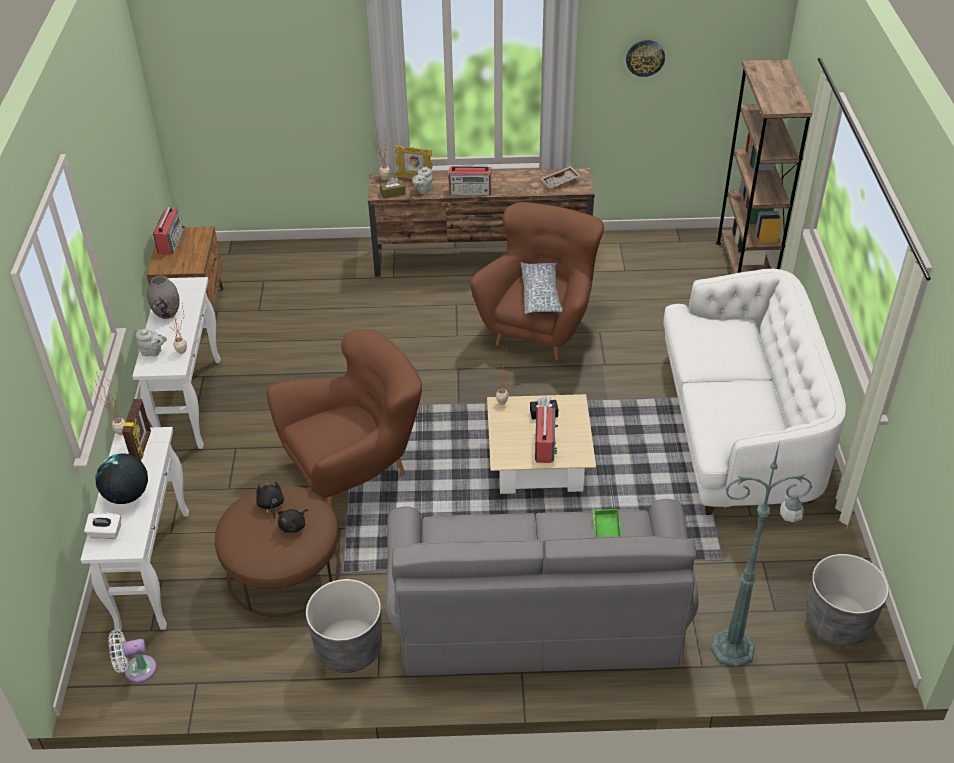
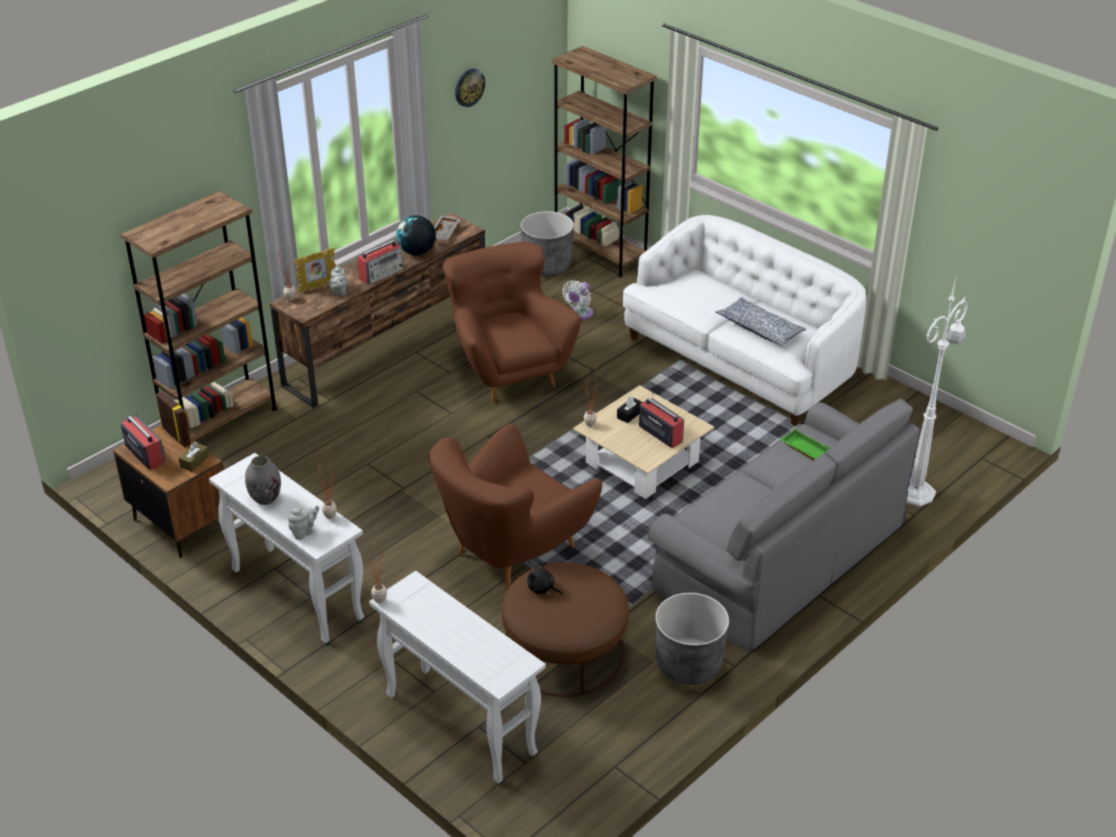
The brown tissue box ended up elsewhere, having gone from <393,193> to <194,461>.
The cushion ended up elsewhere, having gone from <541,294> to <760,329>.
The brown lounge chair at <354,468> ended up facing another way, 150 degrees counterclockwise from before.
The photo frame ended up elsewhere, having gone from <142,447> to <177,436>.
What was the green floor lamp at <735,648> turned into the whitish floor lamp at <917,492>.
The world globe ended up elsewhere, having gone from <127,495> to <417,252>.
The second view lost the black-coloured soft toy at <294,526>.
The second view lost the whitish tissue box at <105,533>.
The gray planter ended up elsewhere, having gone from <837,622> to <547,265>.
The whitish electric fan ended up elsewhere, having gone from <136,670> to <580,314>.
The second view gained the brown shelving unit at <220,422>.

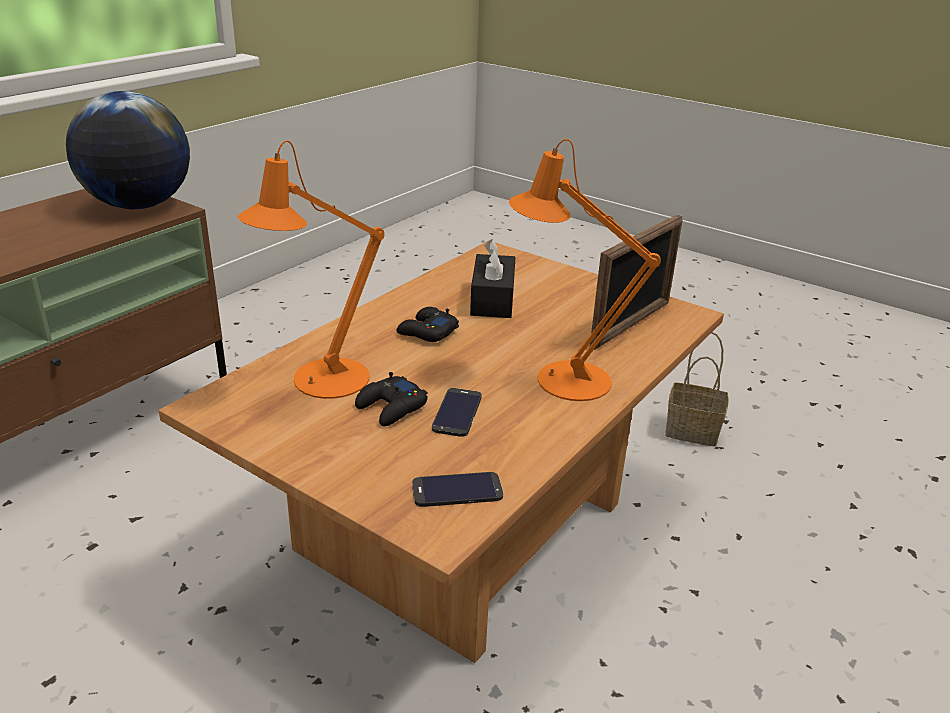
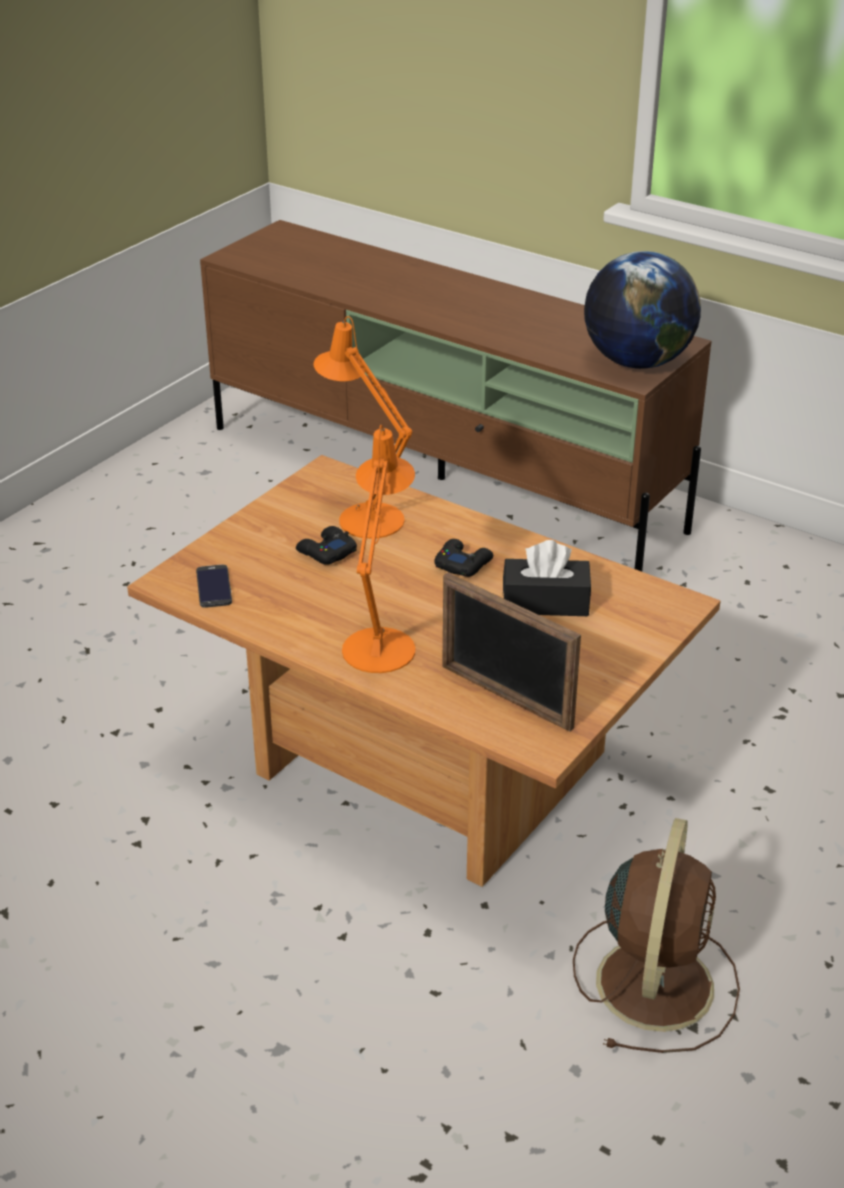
Where the basket stood at <690,431>, the brown electric fan came to stand at <655,980>.
The second view lost the handset at <457,412>.

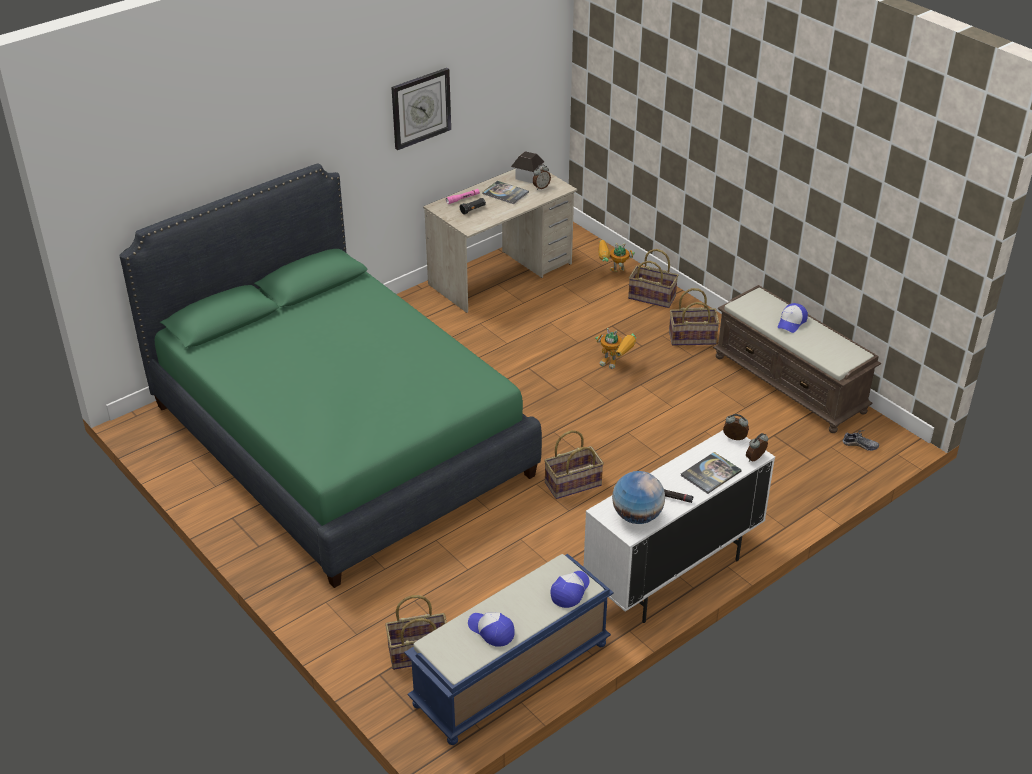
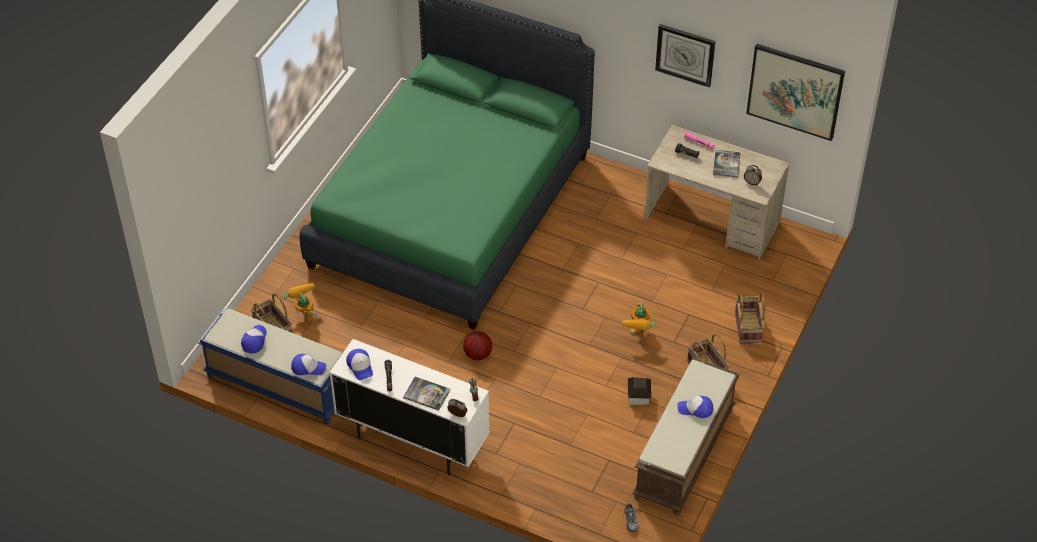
The miniature house ended up elsewhere, having gone from <527,176> to <638,397>.
The toy robot ended up elsewhere, having gone from <612,273> to <304,313>.
Where the basket stood at <573,484>, the ball for basketball came to stand at <477,354>.
Where the world globe stood at <637,516>, the cap came to stand at <360,366>.
The second view gained the picture at <795,91>.

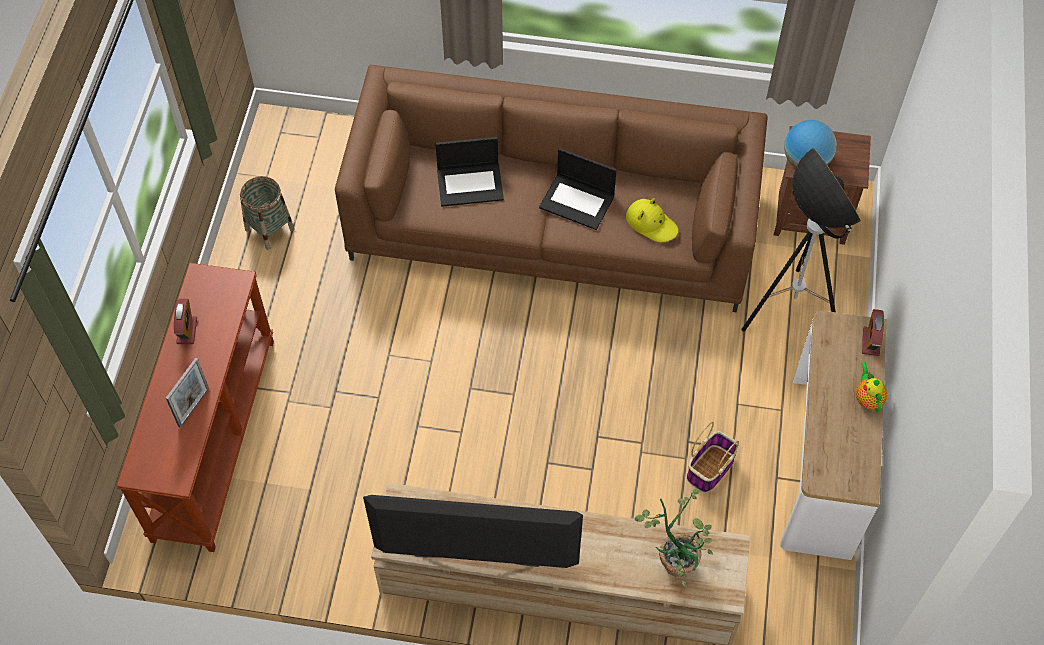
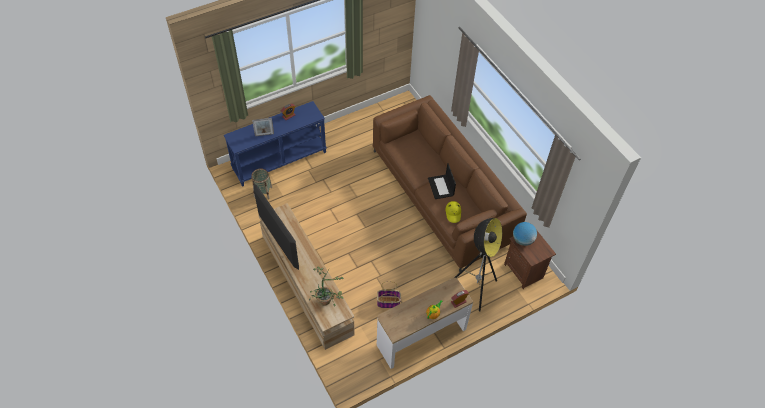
The second view lost the notebook computer at <470,184>.
The basket ended up elsewhere, having gone from <269,229> to <263,192>.
What was the brown hall table at <213,437> turned into the bluish hall table at <279,160>.

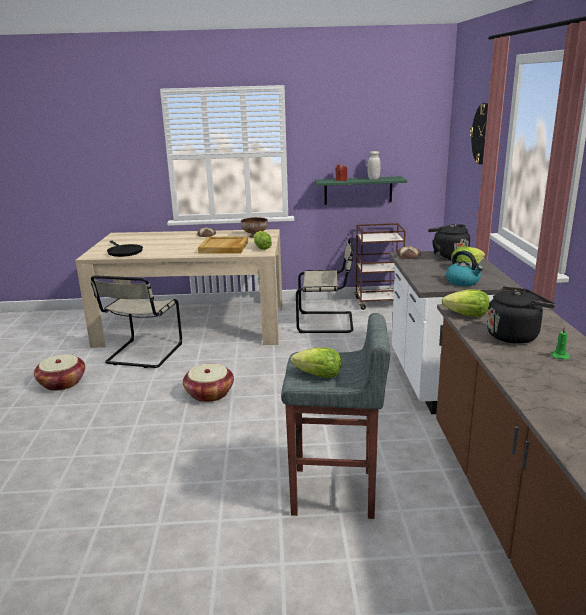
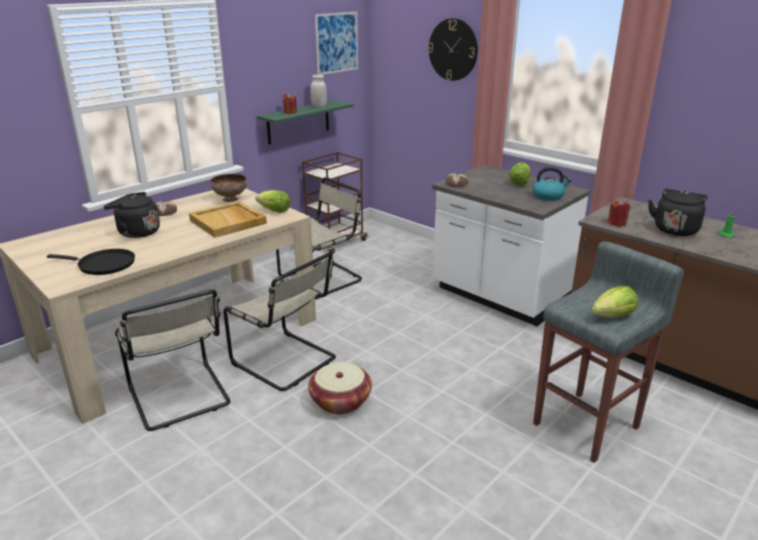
The black-coloured kettle ended up elsewhere, having gone from <448,257> to <136,232>.
Where the lettuce stood at <467,315>, the reddish wax candle came to stand at <617,223>.
The second view lost the basket at <62,383>.
The second view gained the picture at <337,43>.
The second view gained the beige upright chair at <287,362>.

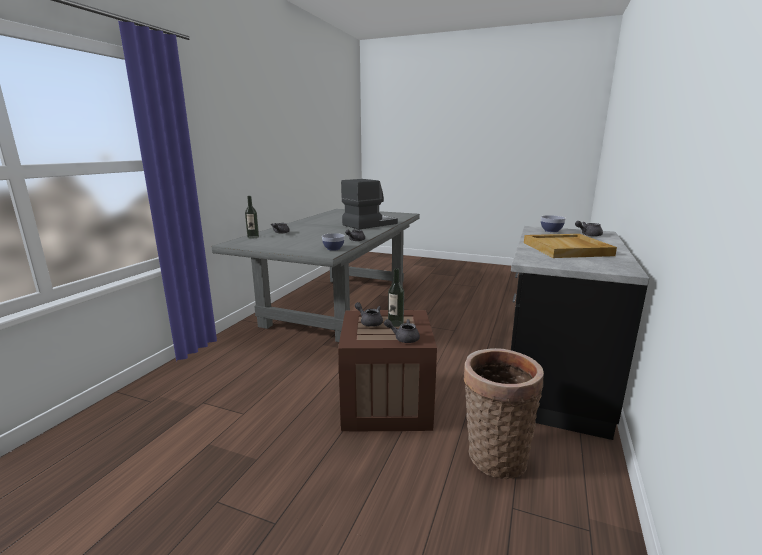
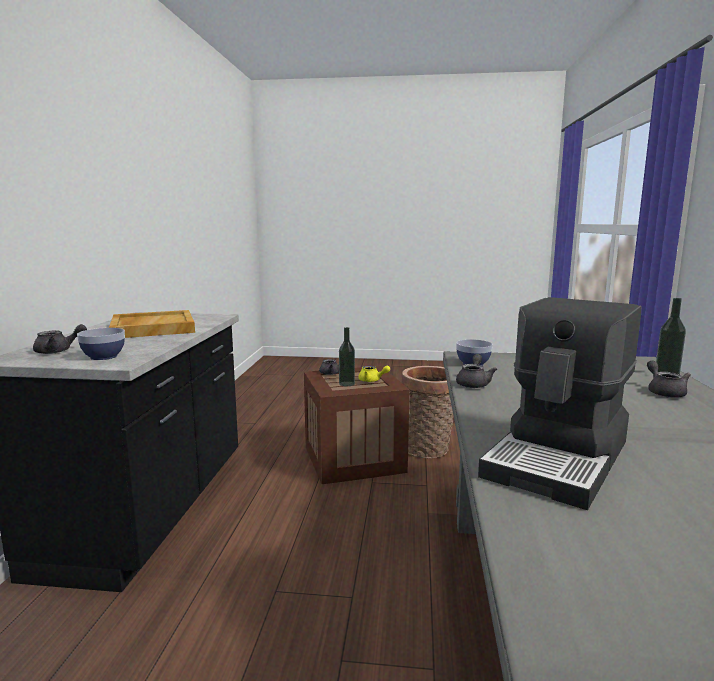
What was the gray pot for tea at <369,322> turned into the yellow-coloured pot for tea at <372,380>.
The basket ended up elsewhere, having gone from <493,455> to <428,450>.

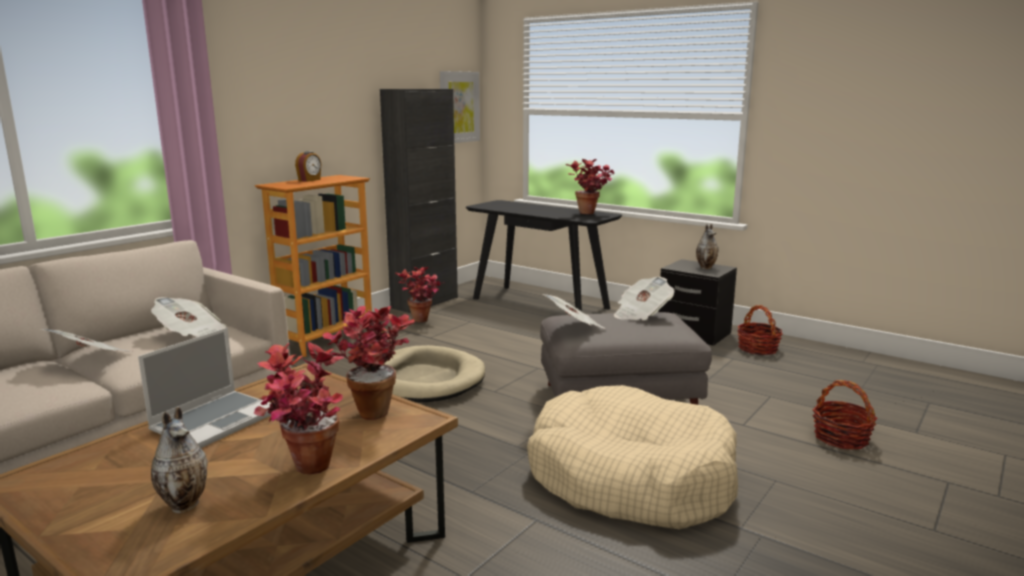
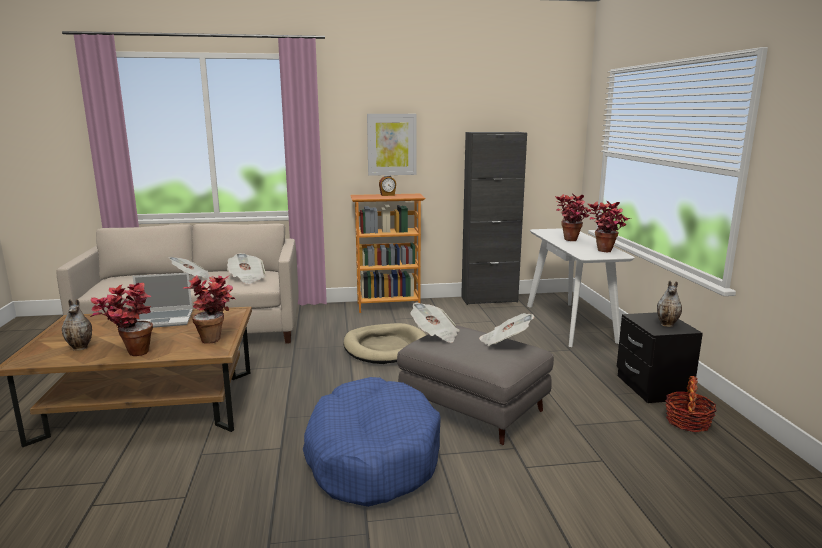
The picture ended up elsewhere, having gone from <459,107> to <391,144>.
What was the black-coloured hall table at <540,303> turned into the whitish hall table at <570,323>.
The potted plant ended up elsewhere, having gone from <423,322> to <570,241>.
The second view lost the basket at <841,438>.
What was the beige dog bed at <630,478> turned into the bluish dog bed at <372,456>.

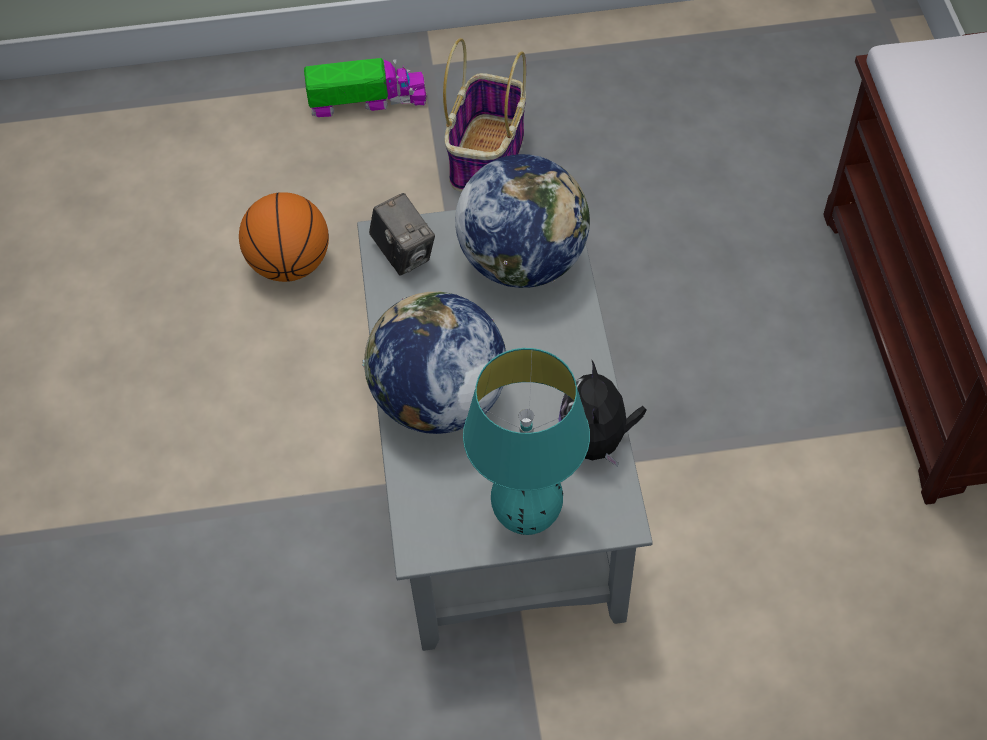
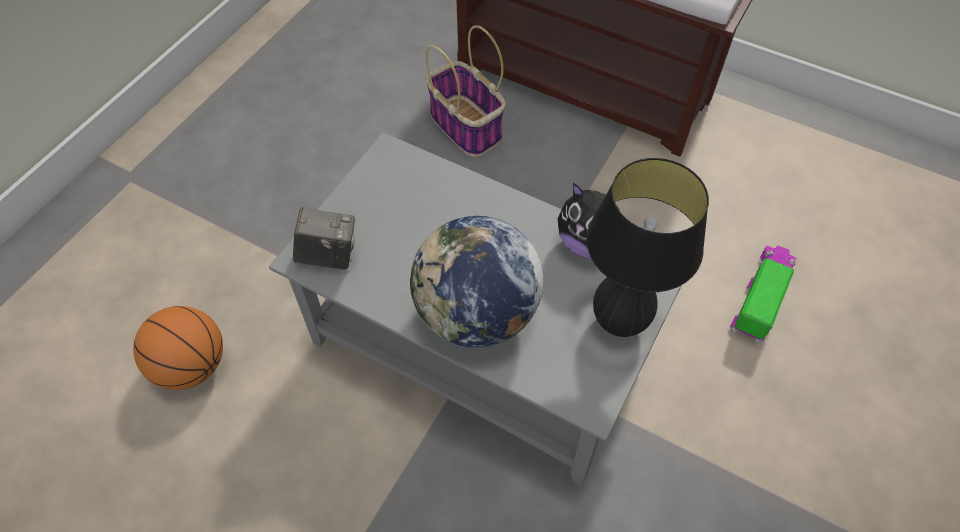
The basket ended up elsewhere, having gone from <487,157> to <467,127>.
The toy truck ended up elsewhere, having gone from <368,100> to <761,298>.
The second view lost the world globe at <523,261>.
What was the turquoise-coloured lamp for a table at <527,517> turned into the black-coloured lamp for a table at <619,322>.

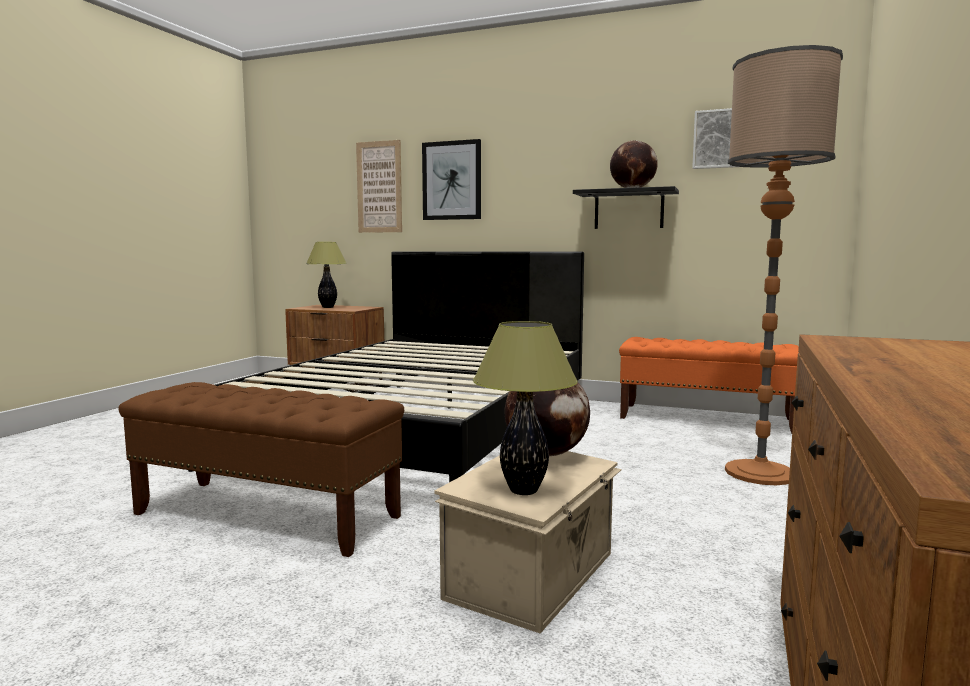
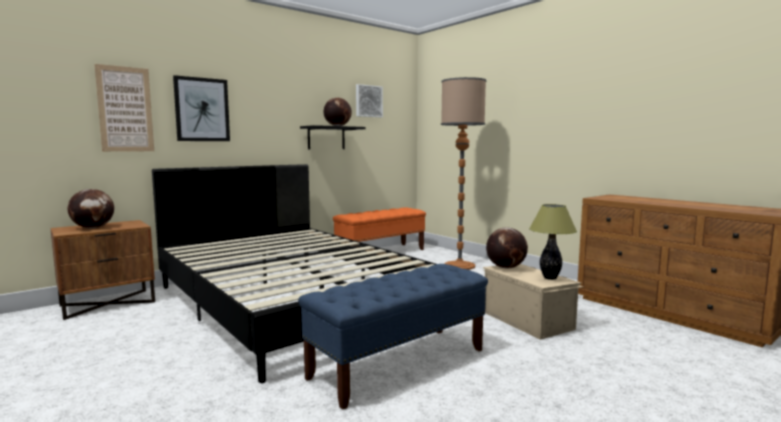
Where the lamp for a table stood at <328,307>, the world globe came to stand at <93,228>.
What was the brown bench at <267,515> turned into the bluish bench at <399,363>.

